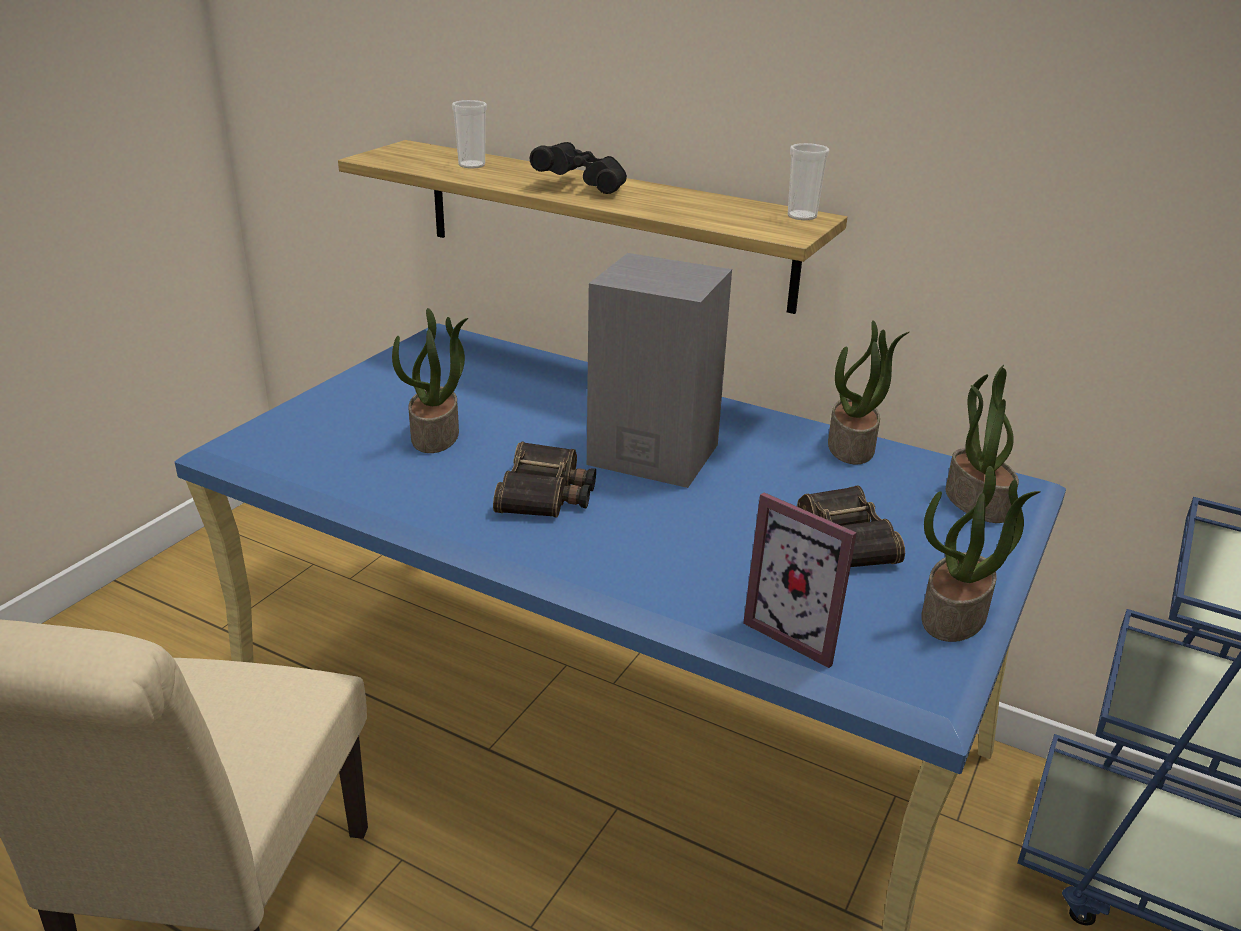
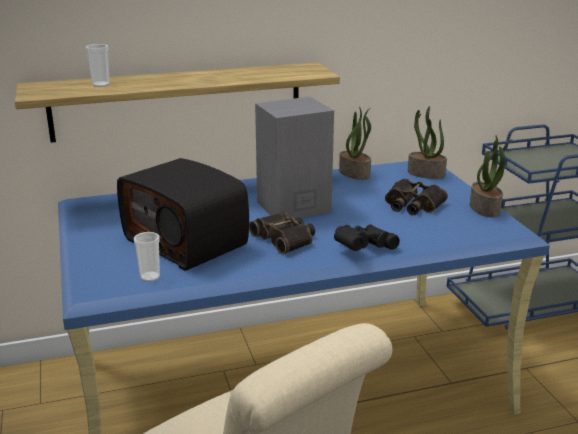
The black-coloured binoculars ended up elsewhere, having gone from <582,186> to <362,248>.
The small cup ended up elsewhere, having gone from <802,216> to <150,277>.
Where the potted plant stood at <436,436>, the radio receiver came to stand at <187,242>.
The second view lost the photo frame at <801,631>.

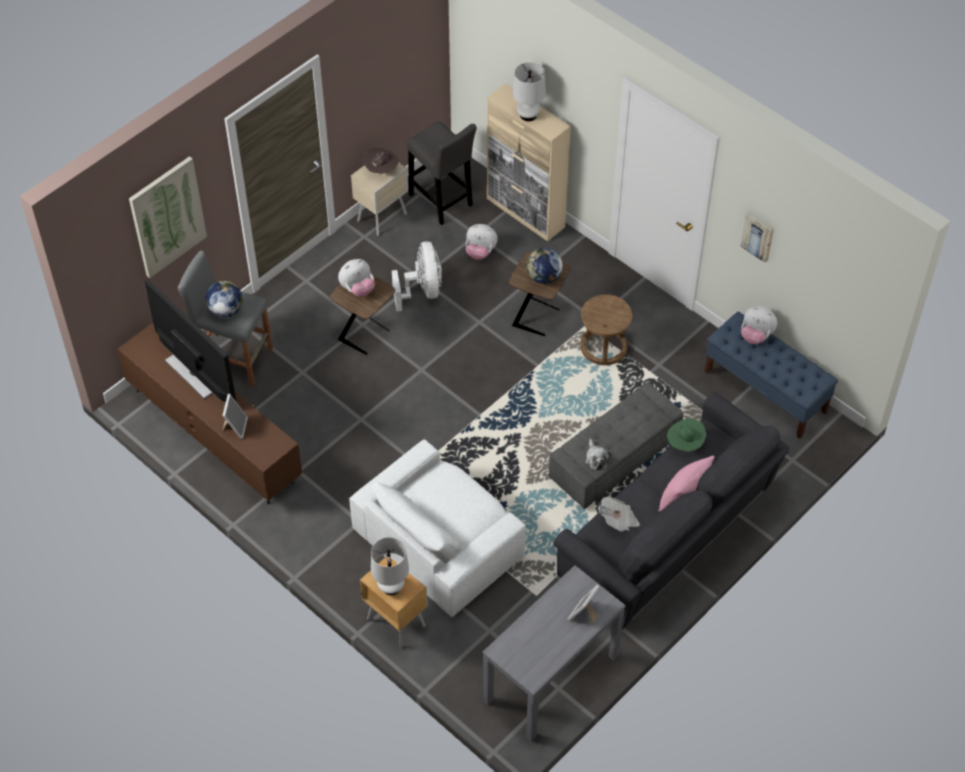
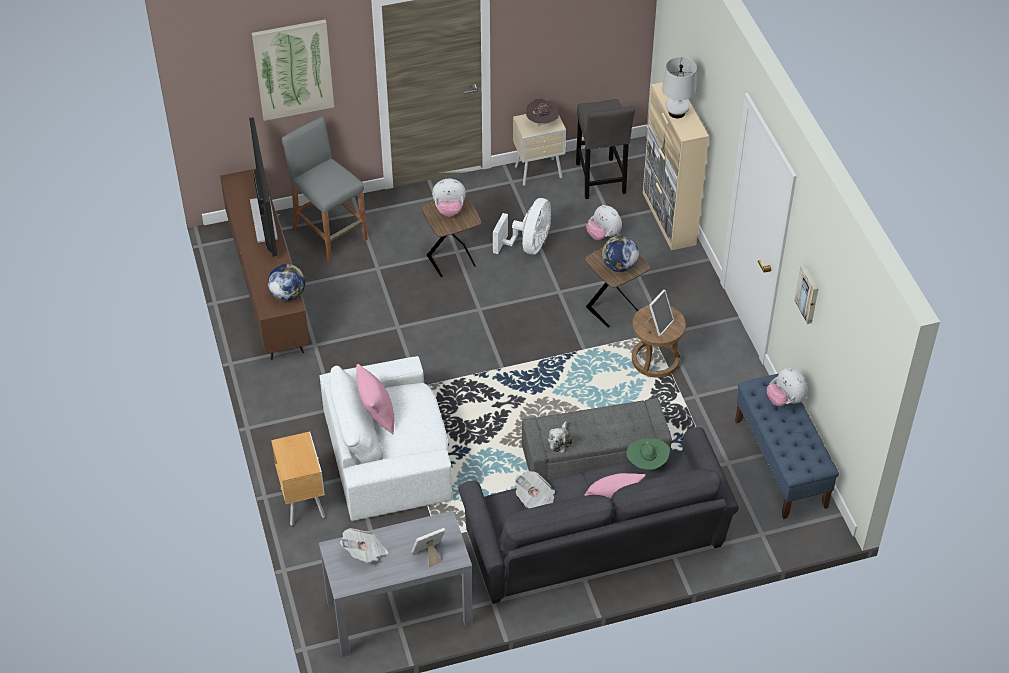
The world globe ended up elsewhere, having gone from <225,310> to <288,294>.
The photo frame ended up elsewhere, having gone from <235,427> to <659,324>.
The second view lost the whitish lamp for a table at <391,586>.
The second view gained the pink-coloured cushion at <376,416>.
The second view gained the daily paper at <365,552>.

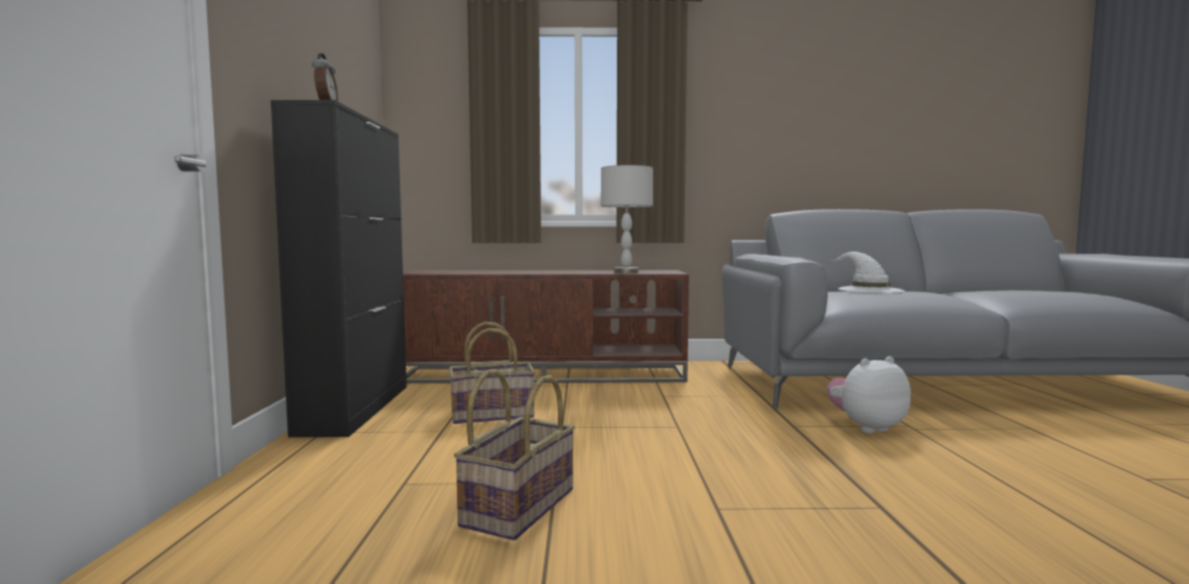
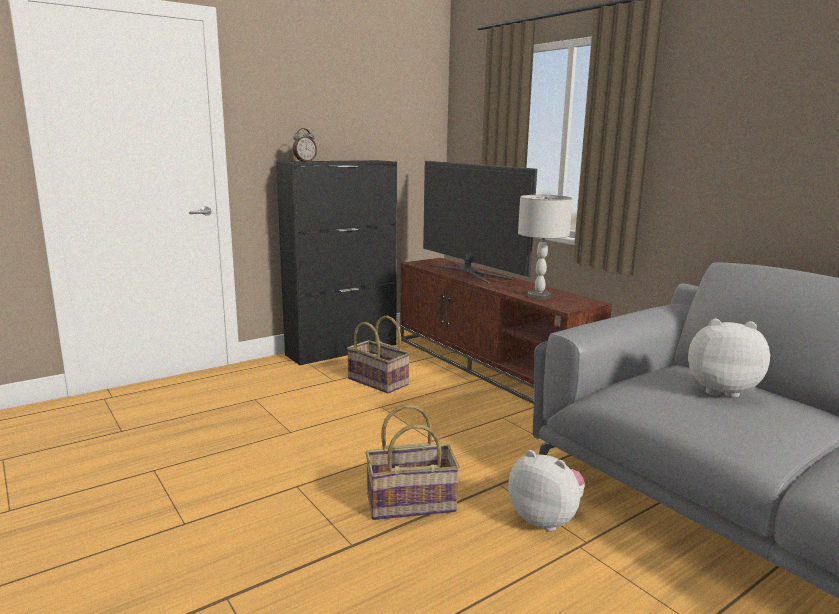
Where the whitish hat stood at <869,290>, the soft toy came to stand at <719,390>.
The basket ended up elsewhere, having gone from <517,506> to <411,502>.
The second view gained the TV at <469,272>.

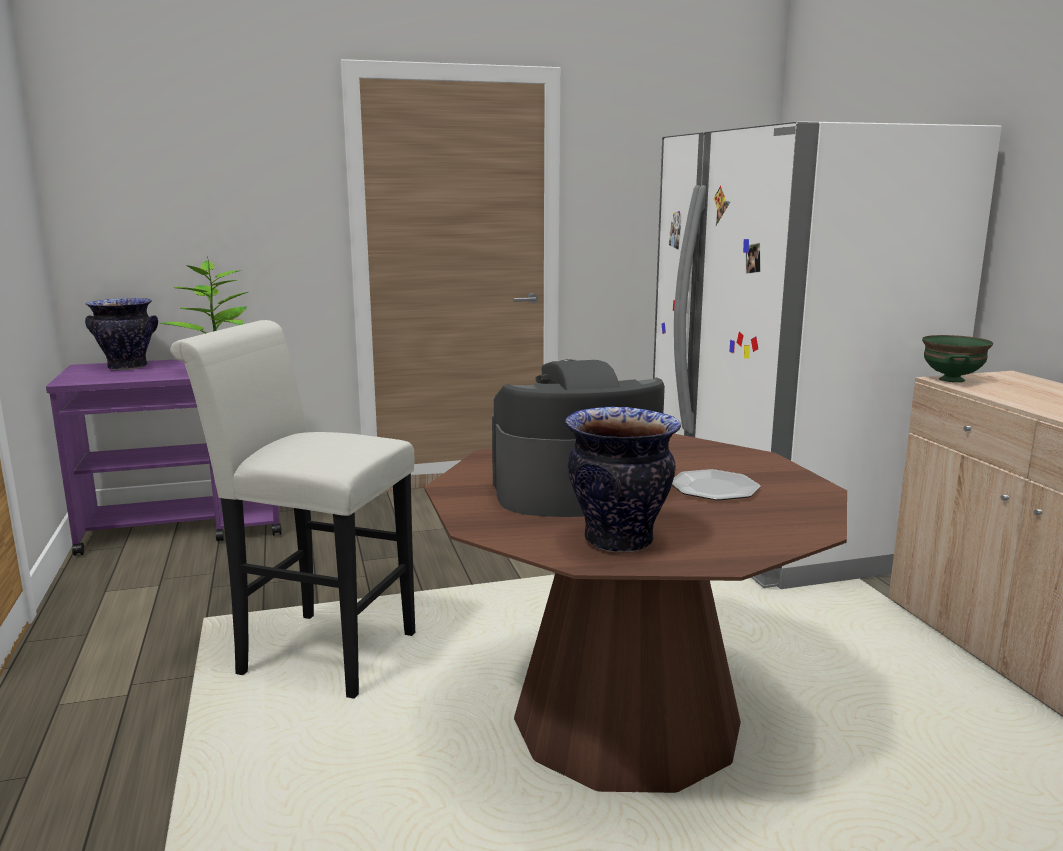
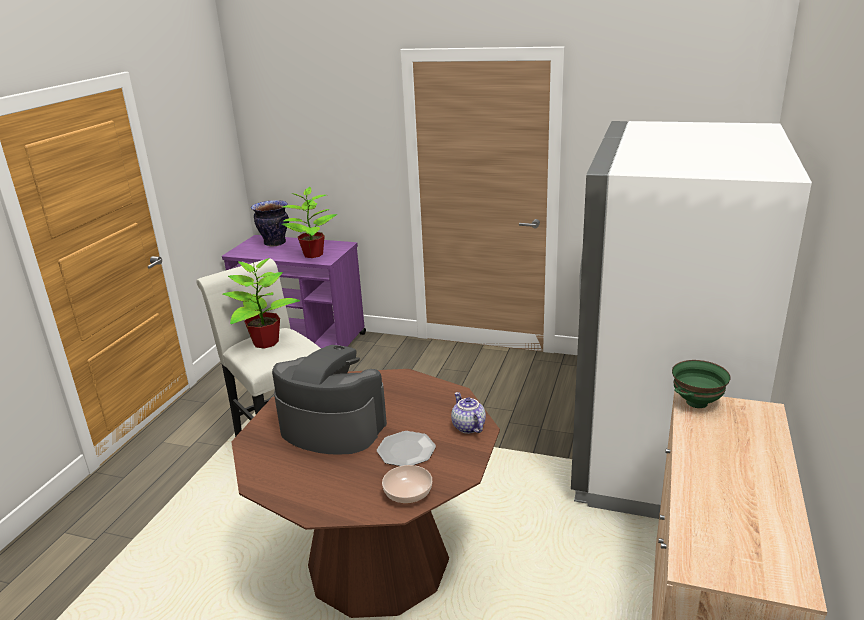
The second view lost the flower vase at <620,541>.
The second view gained the potted plant at <265,342>.
The second view gained the pot for tea at <467,427>.
The second view gained the serving bowl at <407,493>.

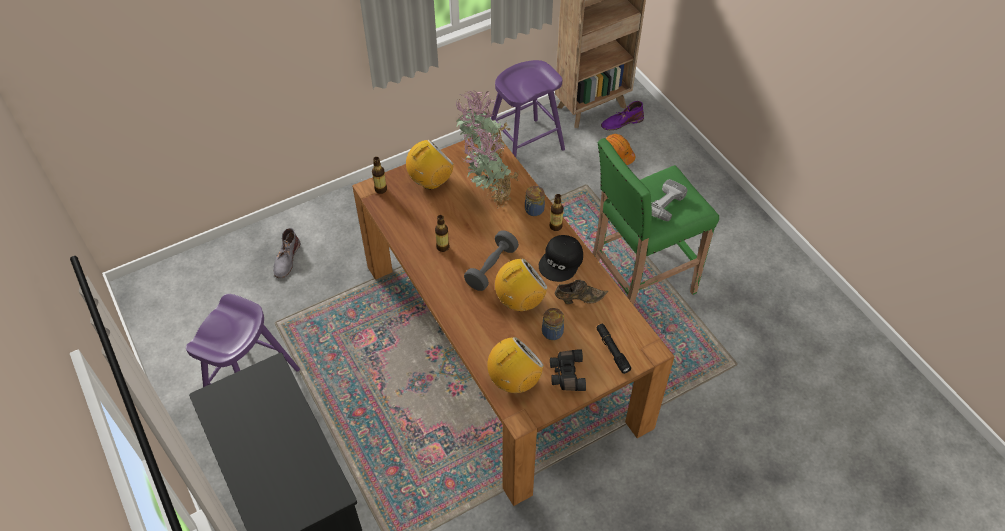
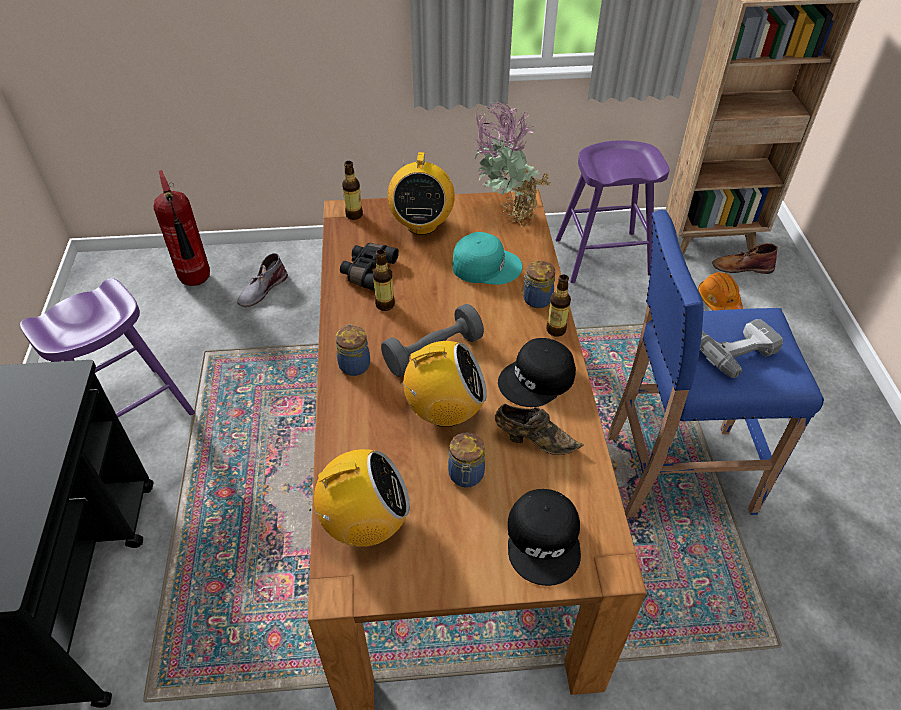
What was the purple-coloured boot at <621,122> turned into the brown boot at <741,267>.
Where the potted plant stood at <489,197>, the turquoise-coloured cap came to stand at <486,265>.
What was the green sitting stool at <638,285> turned into the bluish sitting stool at <675,472>.
The radio receiver at <431,181> ended up facing another way, 105 degrees clockwise from before.
Where the black-coloured hand torch stood at <612,350>, the black-coloured cap came to stand at <545,540>.
The black-coloured binoculars ended up elsewhere, having gone from <566,374> to <367,271>.
The second view gained the fire-fighting cylinder at <197,282>.
The second view gained the preserve jar at <354,364>.

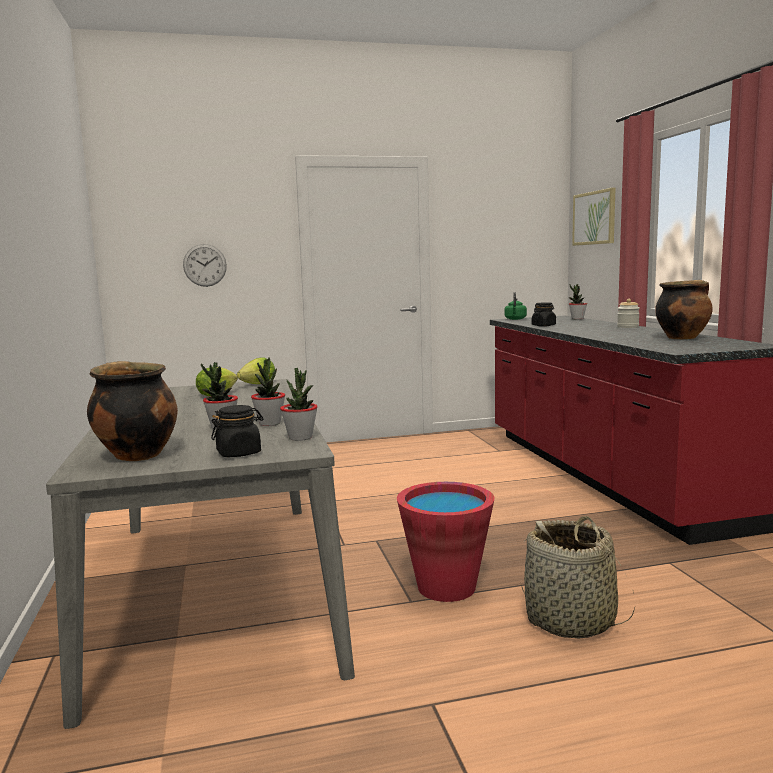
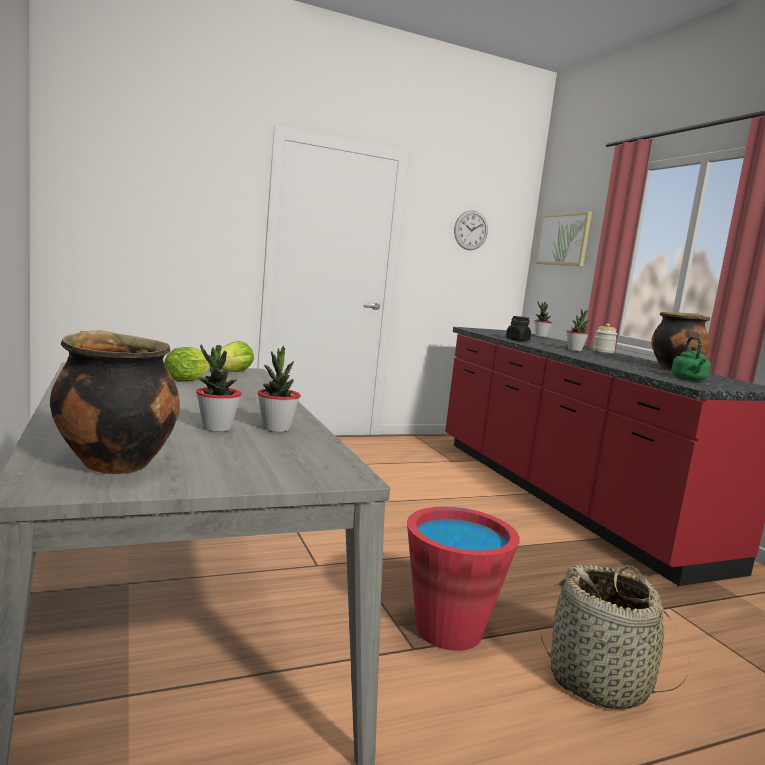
The clock on the wall ended up elsewhere, having gone from <205,265> to <471,230>.
The green kettle ended up elsewhere, having gone from <515,319> to <689,379>.
The potted plant ended up elsewhere, having gone from <300,438> to <574,350>.
The second view lost the black-coloured preserve jar at <239,453>.

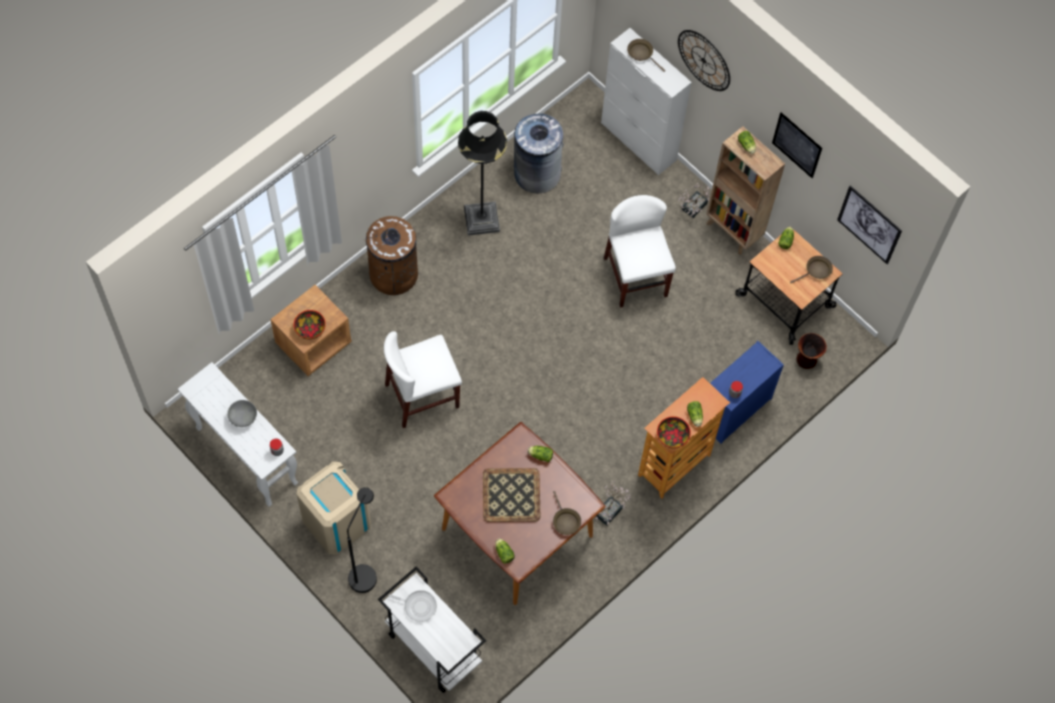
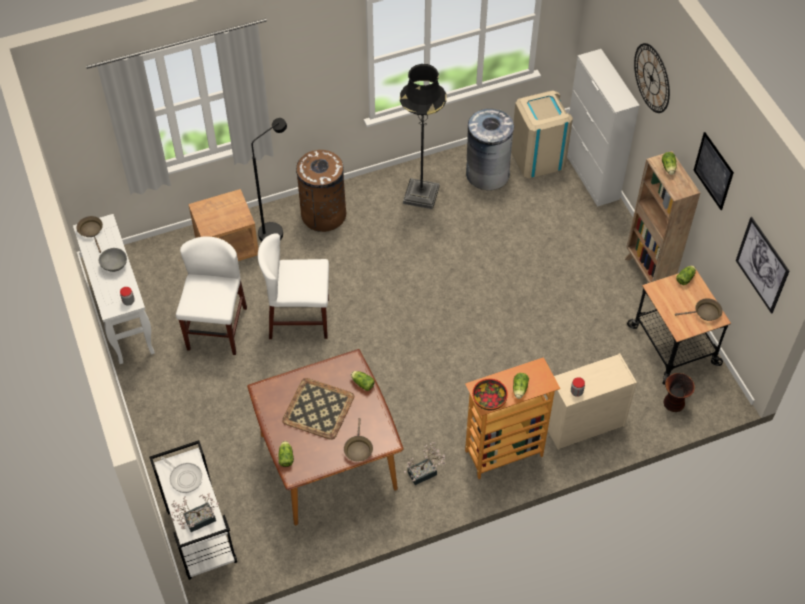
The brown skillet ended up elsewhere, having gone from <642,54> to <91,231>.
The potted plant ended up elsewhere, having gone from <692,208> to <196,520>.
The whitish upright chair ended up elsewhere, having gone from <635,277> to <217,328>.
The second view lost the serving bowl at <310,329>.
What was the bluish chest of drawers at <733,410> turned into the beige chest of drawers at <582,424>.
The beige rubbish bin ended up elsewhere, having gone from <336,522> to <537,158>.
The black-coloured floor lamp ended up elsewhere, having gone from <365,571> to <275,229>.

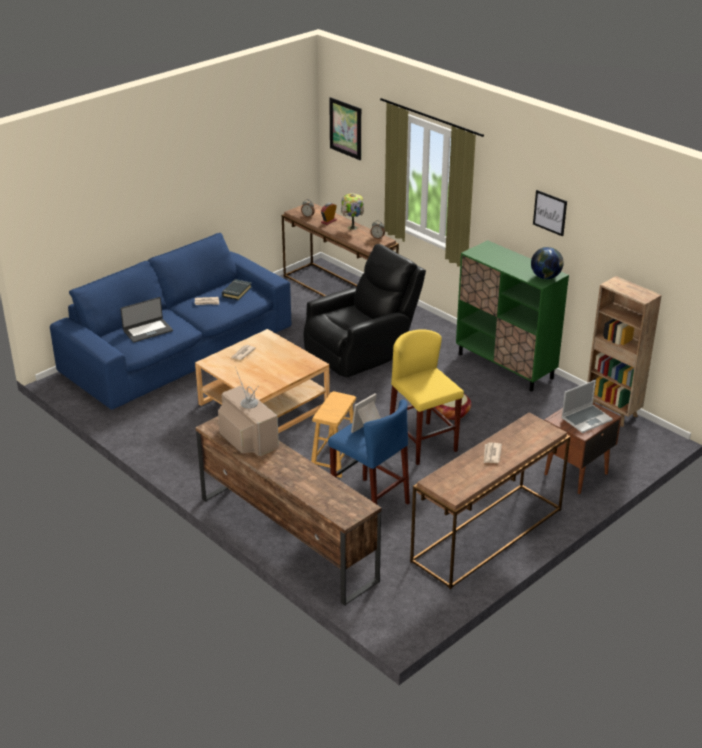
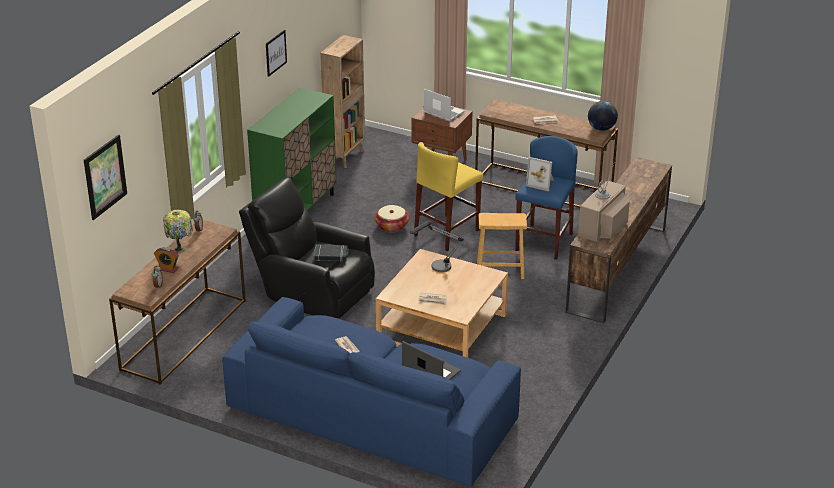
The world globe ended up elsewhere, having gone from <546,277> to <601,128>.
The black-coloured bound book ended up elsewhere, having gone from <236,292> to <330,255>.
The second view gained the lamp for a table at <436,268>.

